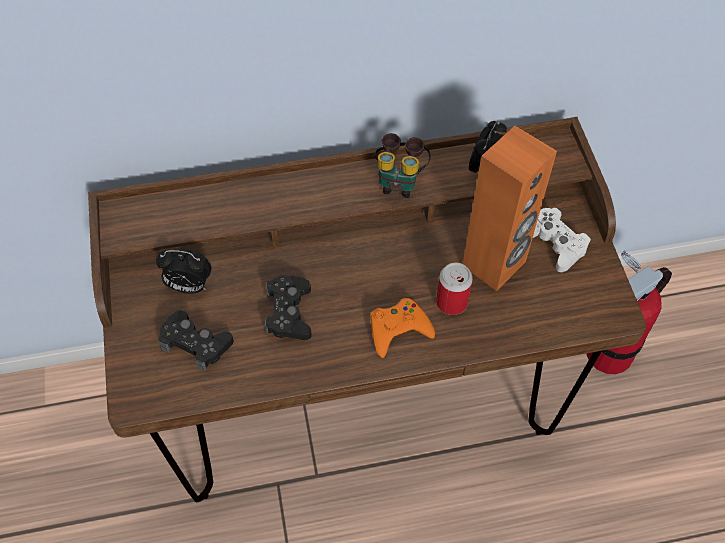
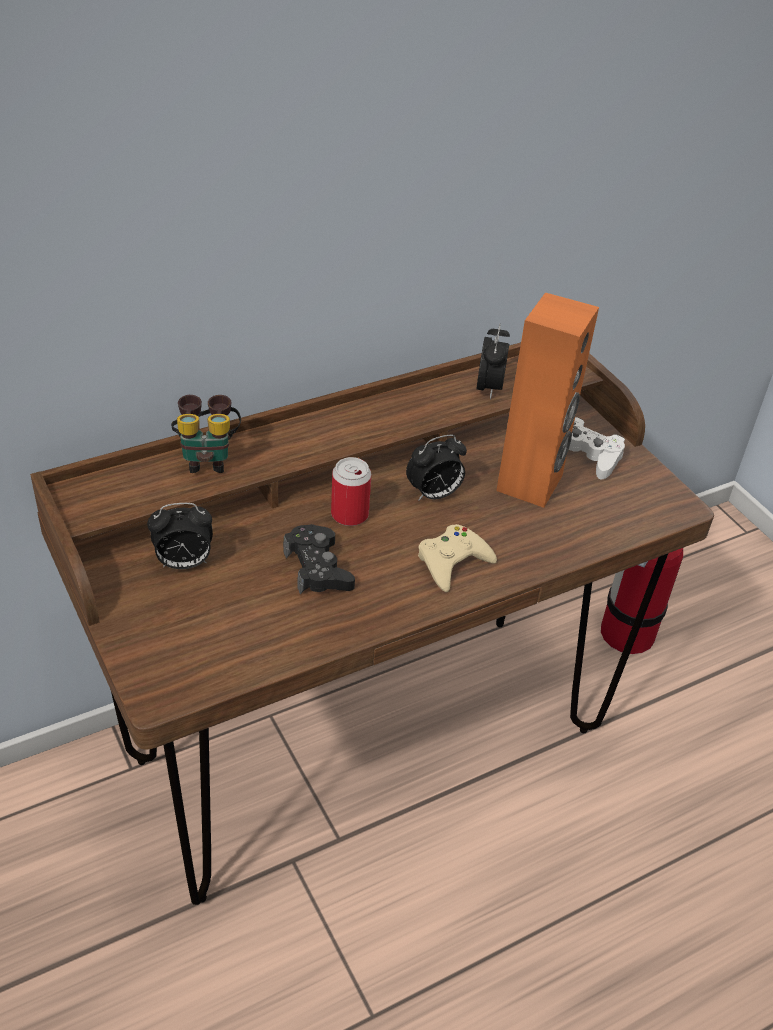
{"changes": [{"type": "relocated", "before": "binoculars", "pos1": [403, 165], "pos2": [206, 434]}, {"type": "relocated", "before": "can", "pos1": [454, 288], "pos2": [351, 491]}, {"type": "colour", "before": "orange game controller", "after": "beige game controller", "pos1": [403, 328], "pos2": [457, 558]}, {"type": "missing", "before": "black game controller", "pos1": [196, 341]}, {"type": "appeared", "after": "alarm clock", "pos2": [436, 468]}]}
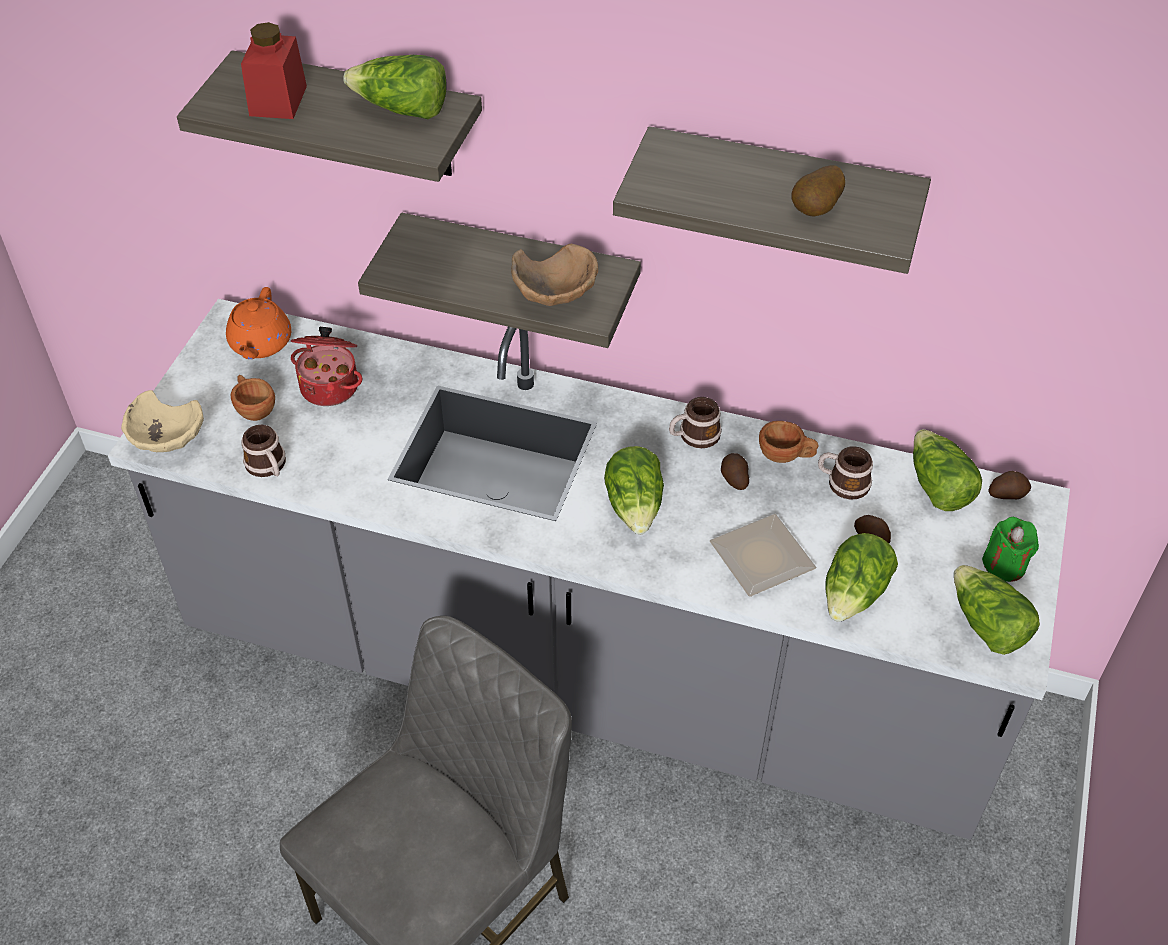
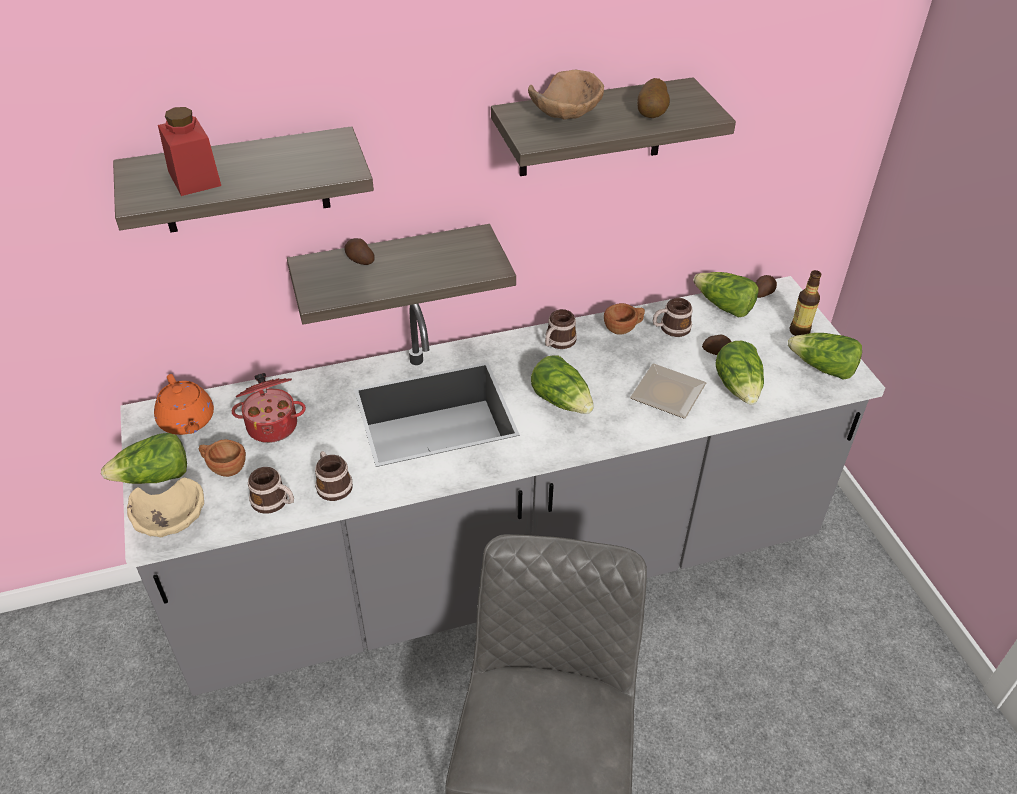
{"changes": [{"type": "relocated", "before": "lettuce", "pos1": [395, 87], "pos2": [144, 458]}, {"type": "relocated", "before": "brown bowl", "pos1": [554, 275], "pos2": [566, 95]}, {"type": "relocated", "before": "potato", "pos1": [735, 471], "pos2": [360, 251]}, {"type": "exchanged", "before": "green candle", "after": "bottle", "pos1": [1010, 549], "pos2": [805, 303]}, {"type": "appeared", "after": "mug", "pos2": [334, 476]}]}
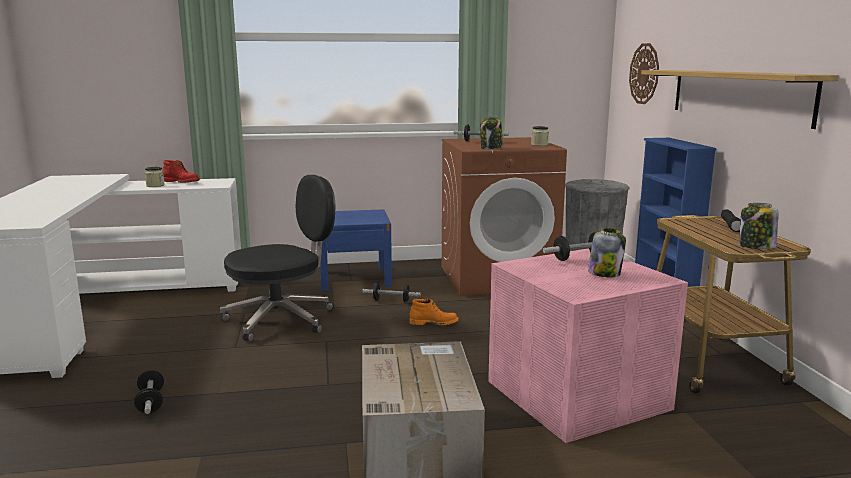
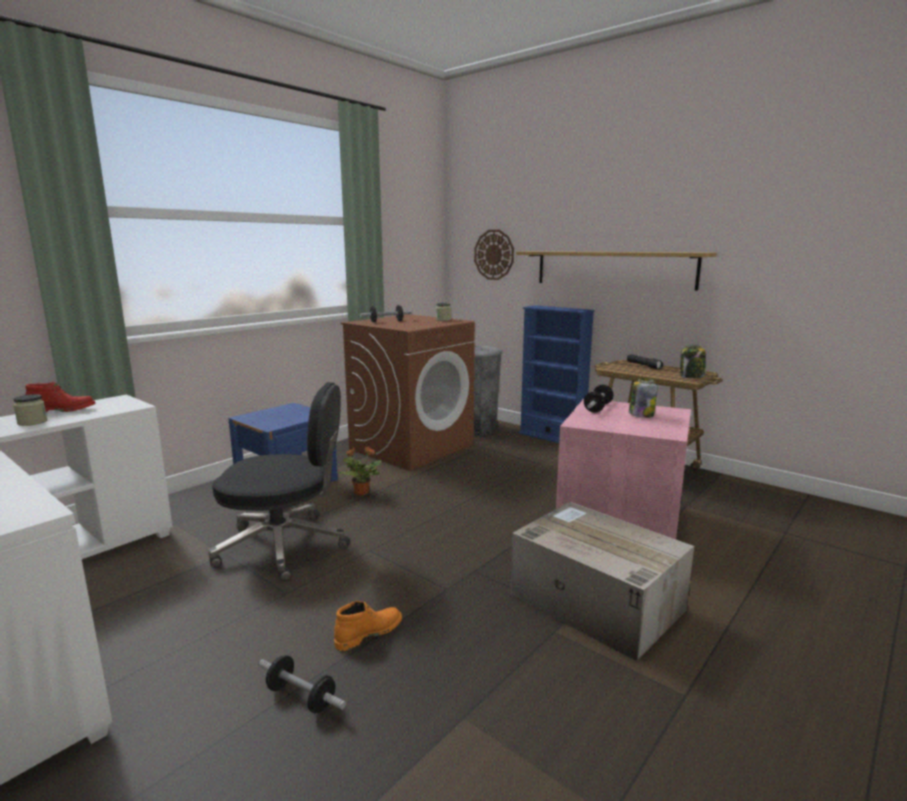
{"changes": [{"type": "missing", "before": "jar", "pos1": [491, 133]}, {"type": "spun", "before": "black office chair", "pos1": [278, 258], "pos2": [279, 481], "turn": 75}, {"type": "exchanged", "before": "dumbbell", "after": "potted plant", "pos1": [391, 293], "pos2": [360, 471]}, {"type": "relocated", "before": "orange boot", "pos1": [434, 312], "pos2": [368, 626]}]}
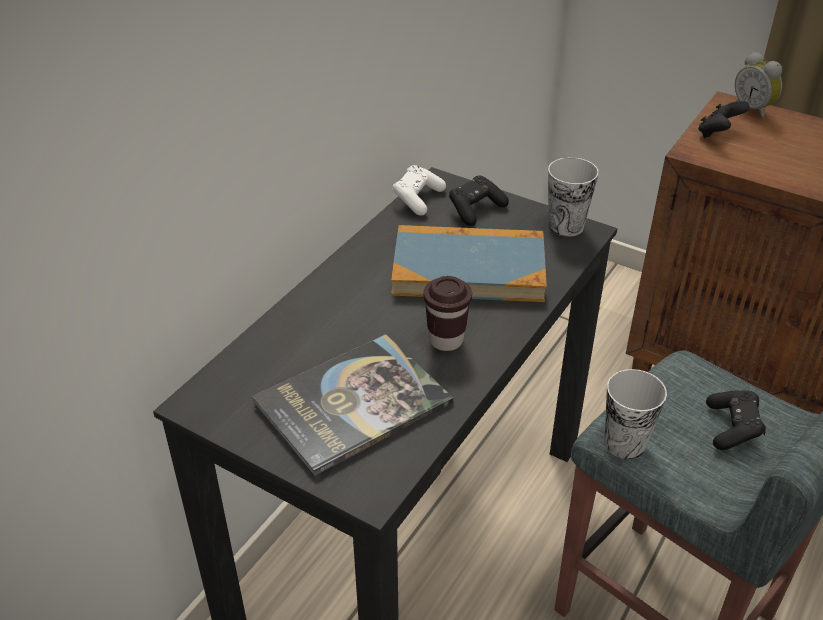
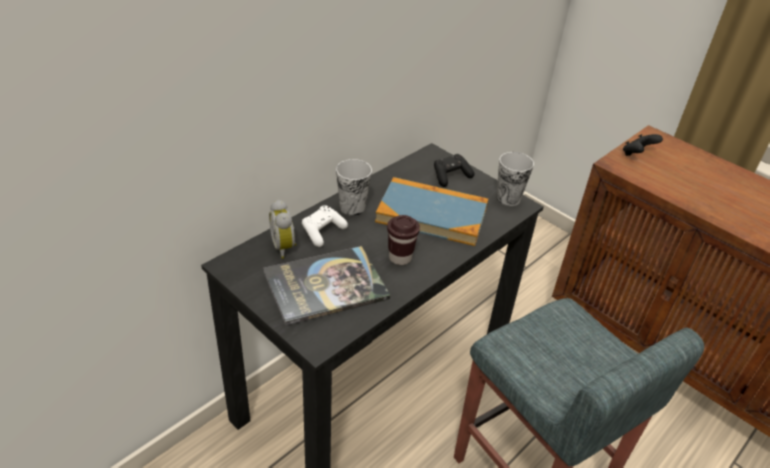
{"changes": [{"type": "relocated", "before": "alarm clock", "pos1": [758, 85], "pos2": [283, 229]}, {"type": "relocated", "before": "white game controller", "pos1": [419, 190], "pos2": [325, 226]}, {"type": "relocated", "before": "cup", "pos1": [635, 414], "pos2": [354, 187]}, {"type": "missing", "before": "black game controller", "pos1": [736, 420]}]}
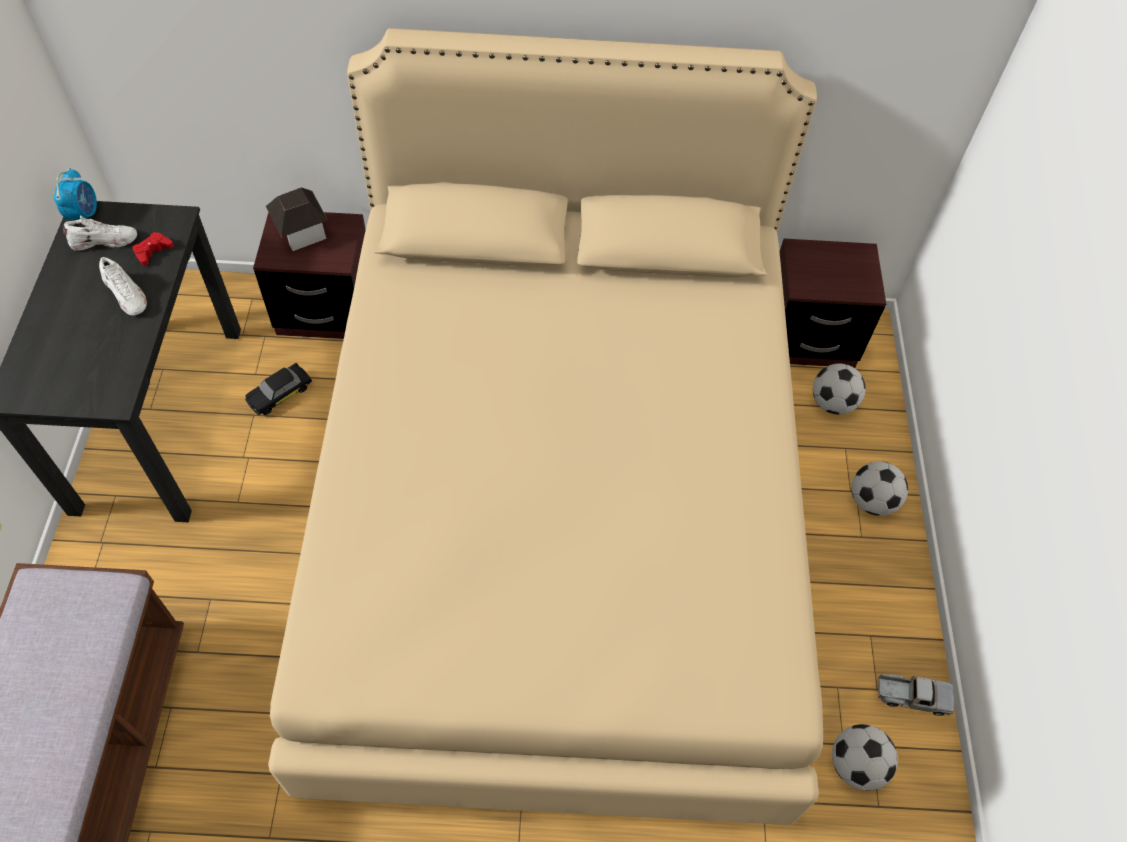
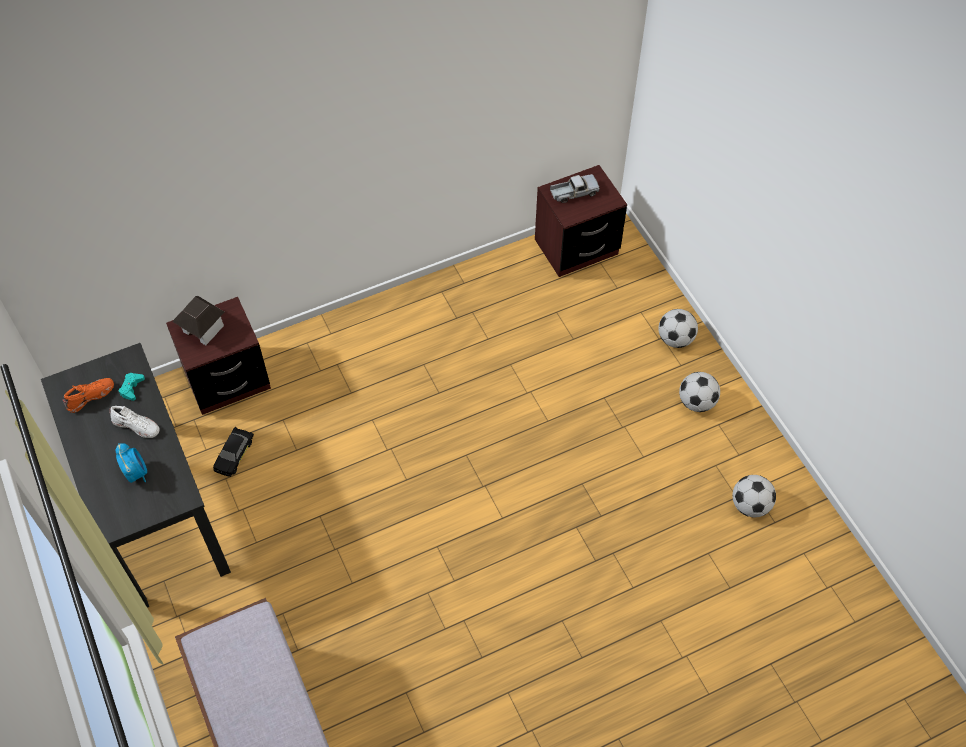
{"changes": [{"type": "missing", "before": "beige bed", "pos1": [545, 426]}, {"type": "relocated", "before": "alarm clock", "pos1": [75, 194], "pos2": [131, 463]}, {"type": "colour", "before": "white shoe", "after": "orange shoe", "pos1": [100, 233], "pos2": [88, 395]}, {"type": "colour", "before": "red game controller", "after": "turquoise game controller", "pos1": [153, 248], "pos2": [132, 387]}, {"type": "relocated", "before": "football", "pos1": [839, 388], "pos2": [699, 392]}, {"type": "relocated", "before": "toy truck", "pos1": [915, 695], "pos2": [575, 188]}]}
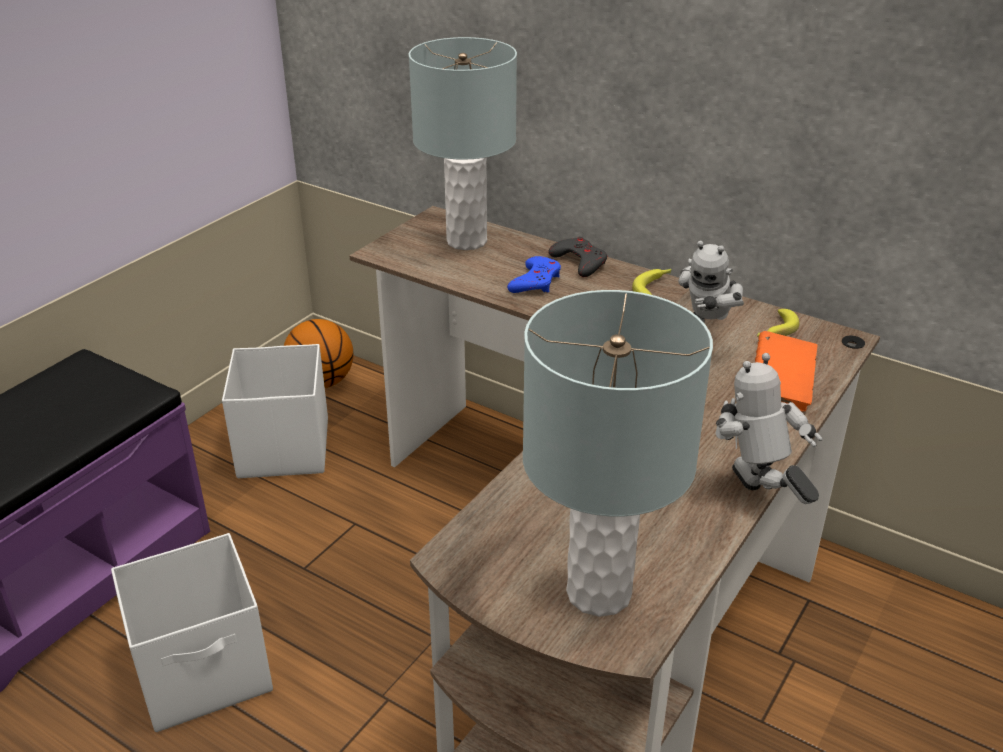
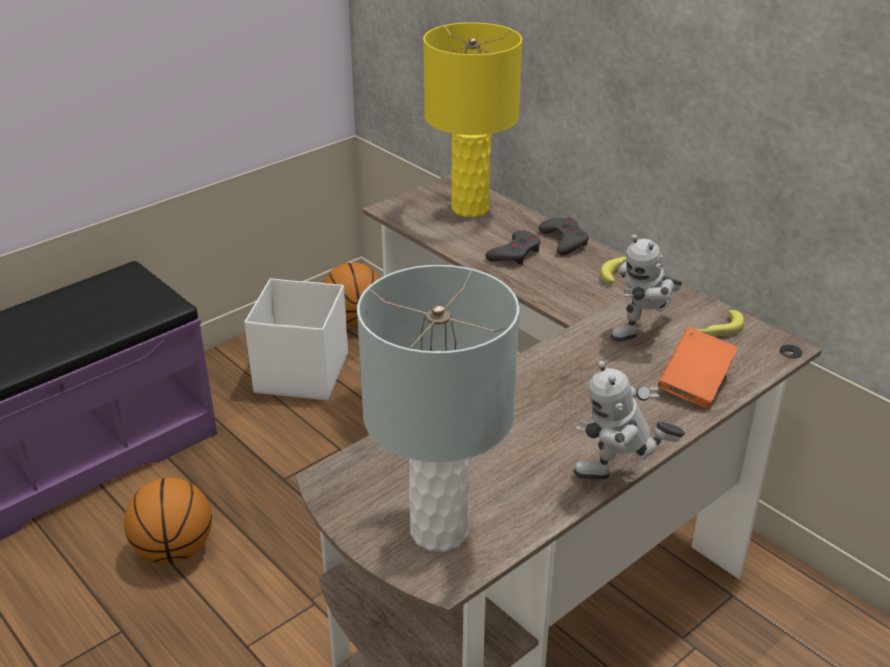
{"changes": [{"type": "colour", "before": "grey table lamp", "after": "yellow table lamp", "pos1": [463, 143], "pos2": [472, 119]}, {"type": "colour", "before": "blue game controller", "after": "grey game controller", "pos1": [534, 274], "pos2": [513, 247]}, {"type": "spun", "before": "toy robot", "pos1": [769, 428], "pos2": [629, 420], "turn": -90}, {"type": "exchanged", "before": "white storage box", "after": "basketball", "pos1": [192, 632], "pos2": [168, 520]}]}
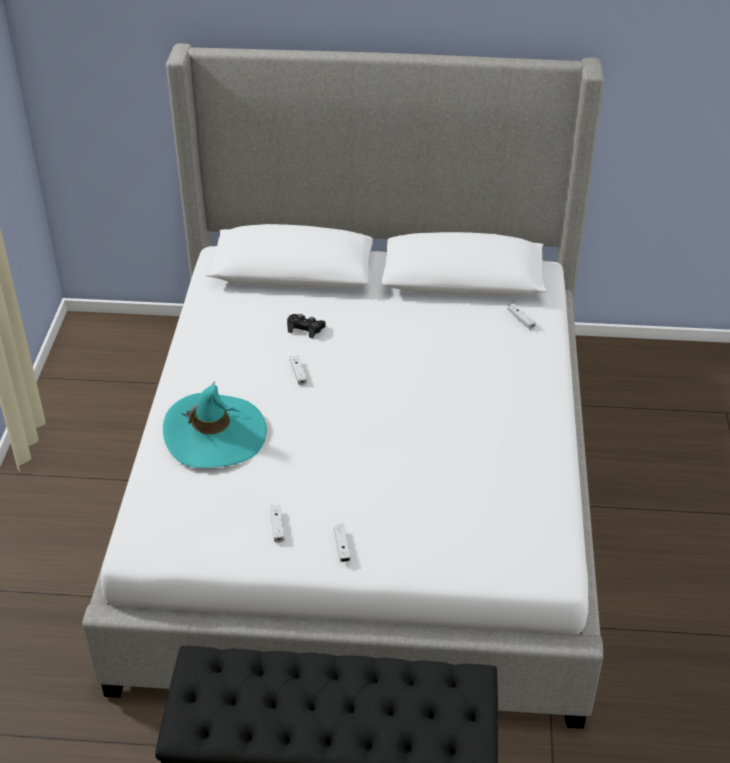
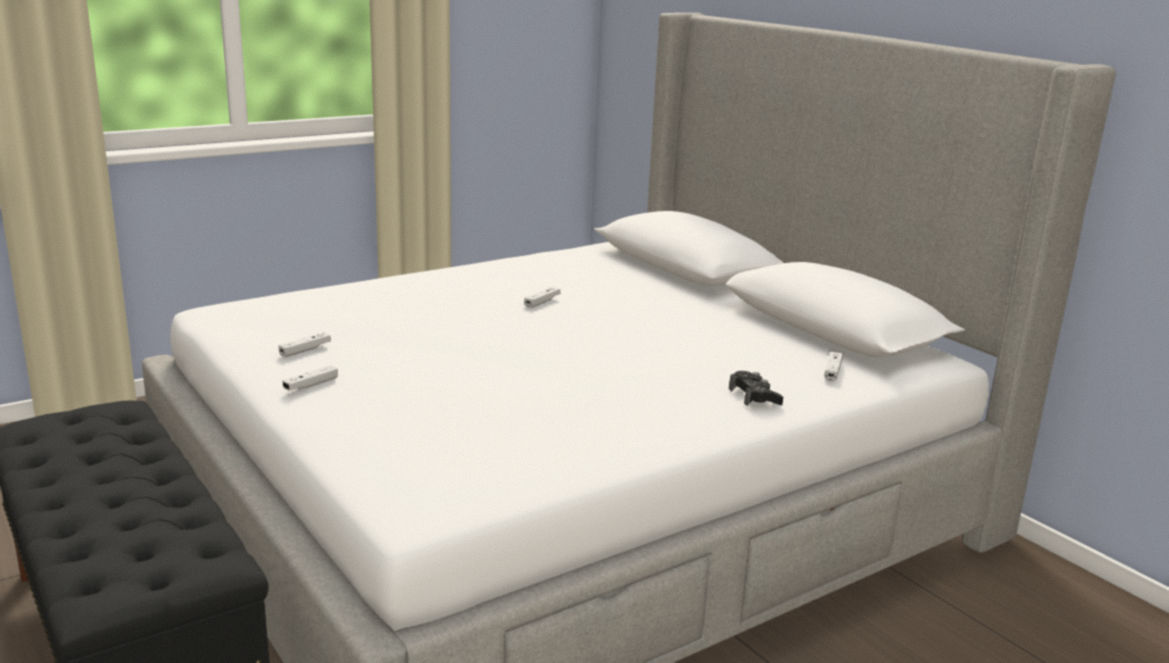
{"changes": [{"type": "relocated", "before": "black game controller", "pos1": [306, 326], "pos2": [756, 388]}, {"type": "missing", "before": "turquoise hat", "pos1": [215, 424]}]}
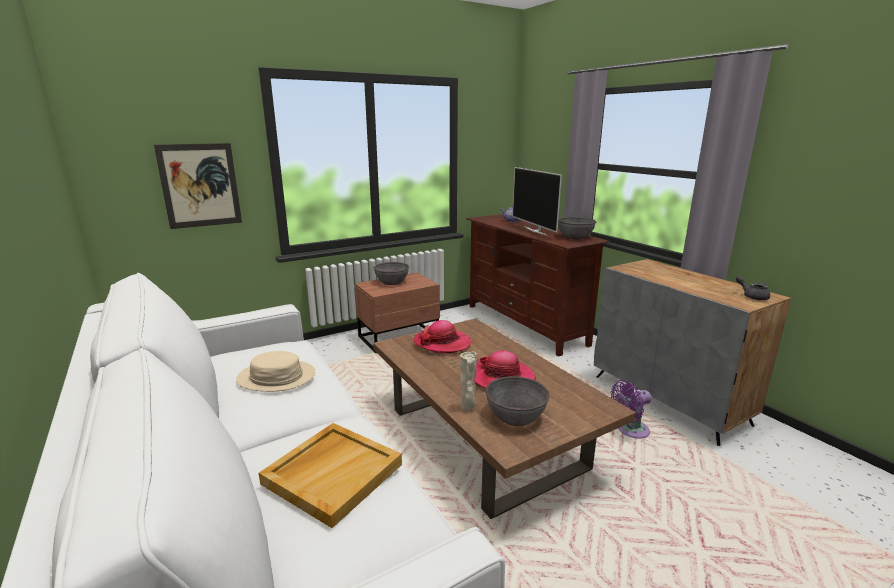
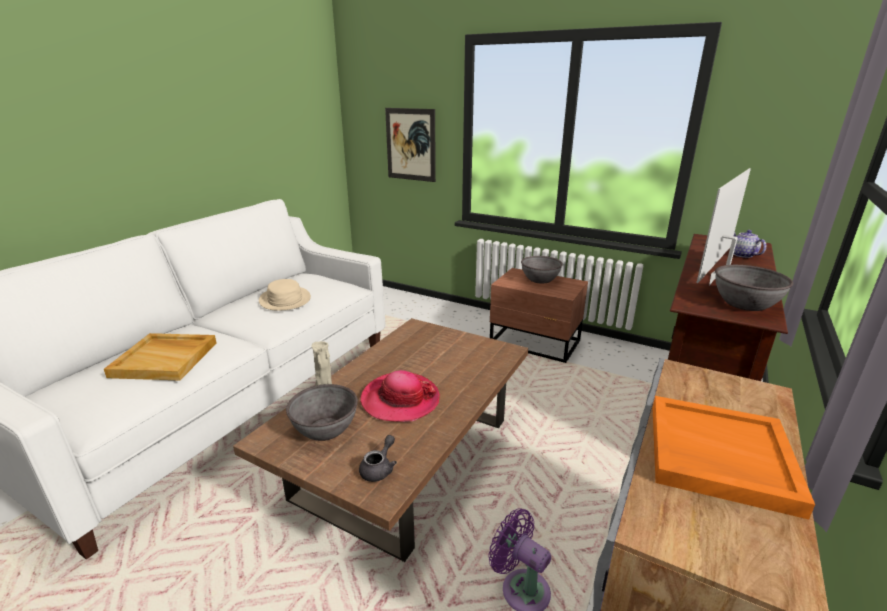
{"changes": [{"type": "relocated", "before": "grey teapot", "pos1": [753, 288], "pos2": [378, 458]}, {"type": "missing", "before": "hat", "pos1": [443, 337]}, {"type": "appeared", "after": "orange tray", "pos2": [734, 457]}]}
